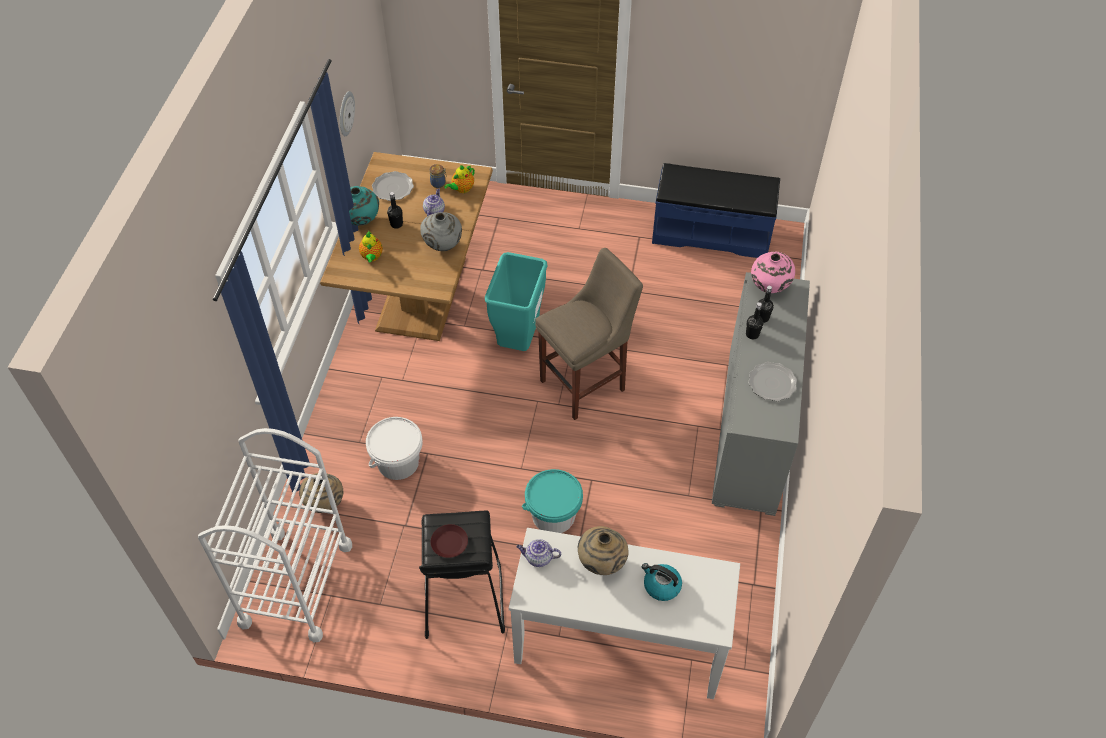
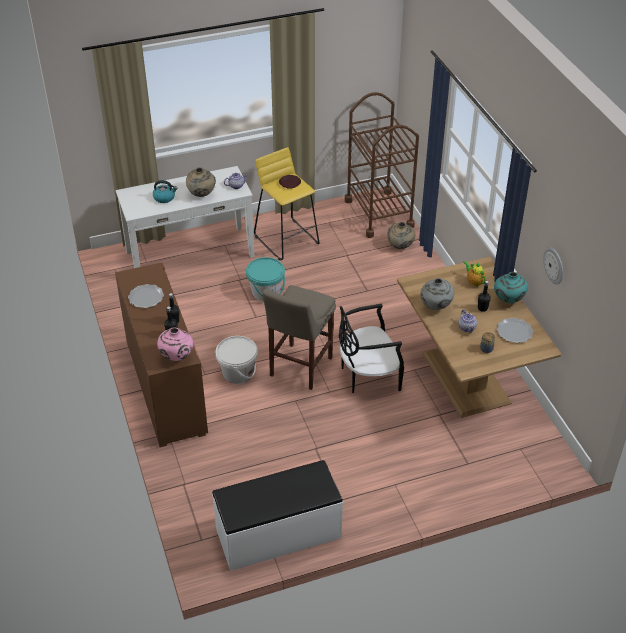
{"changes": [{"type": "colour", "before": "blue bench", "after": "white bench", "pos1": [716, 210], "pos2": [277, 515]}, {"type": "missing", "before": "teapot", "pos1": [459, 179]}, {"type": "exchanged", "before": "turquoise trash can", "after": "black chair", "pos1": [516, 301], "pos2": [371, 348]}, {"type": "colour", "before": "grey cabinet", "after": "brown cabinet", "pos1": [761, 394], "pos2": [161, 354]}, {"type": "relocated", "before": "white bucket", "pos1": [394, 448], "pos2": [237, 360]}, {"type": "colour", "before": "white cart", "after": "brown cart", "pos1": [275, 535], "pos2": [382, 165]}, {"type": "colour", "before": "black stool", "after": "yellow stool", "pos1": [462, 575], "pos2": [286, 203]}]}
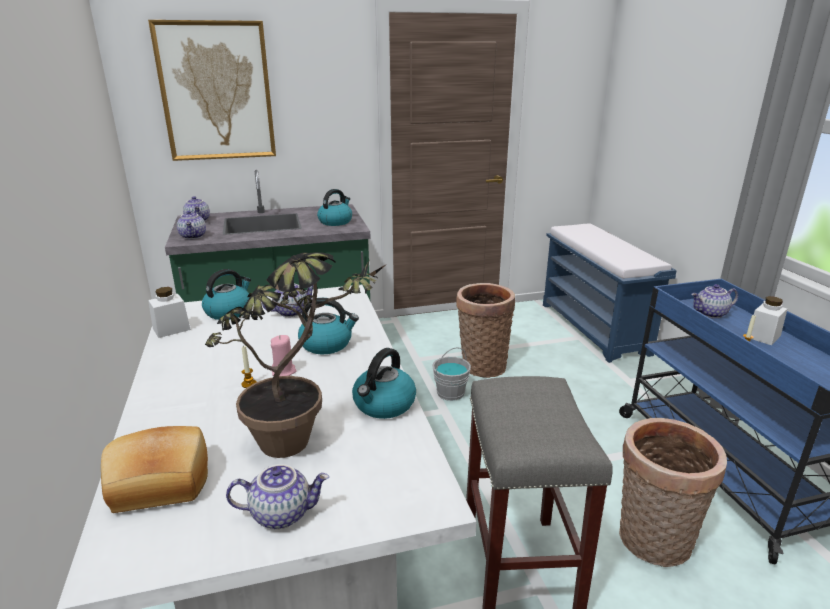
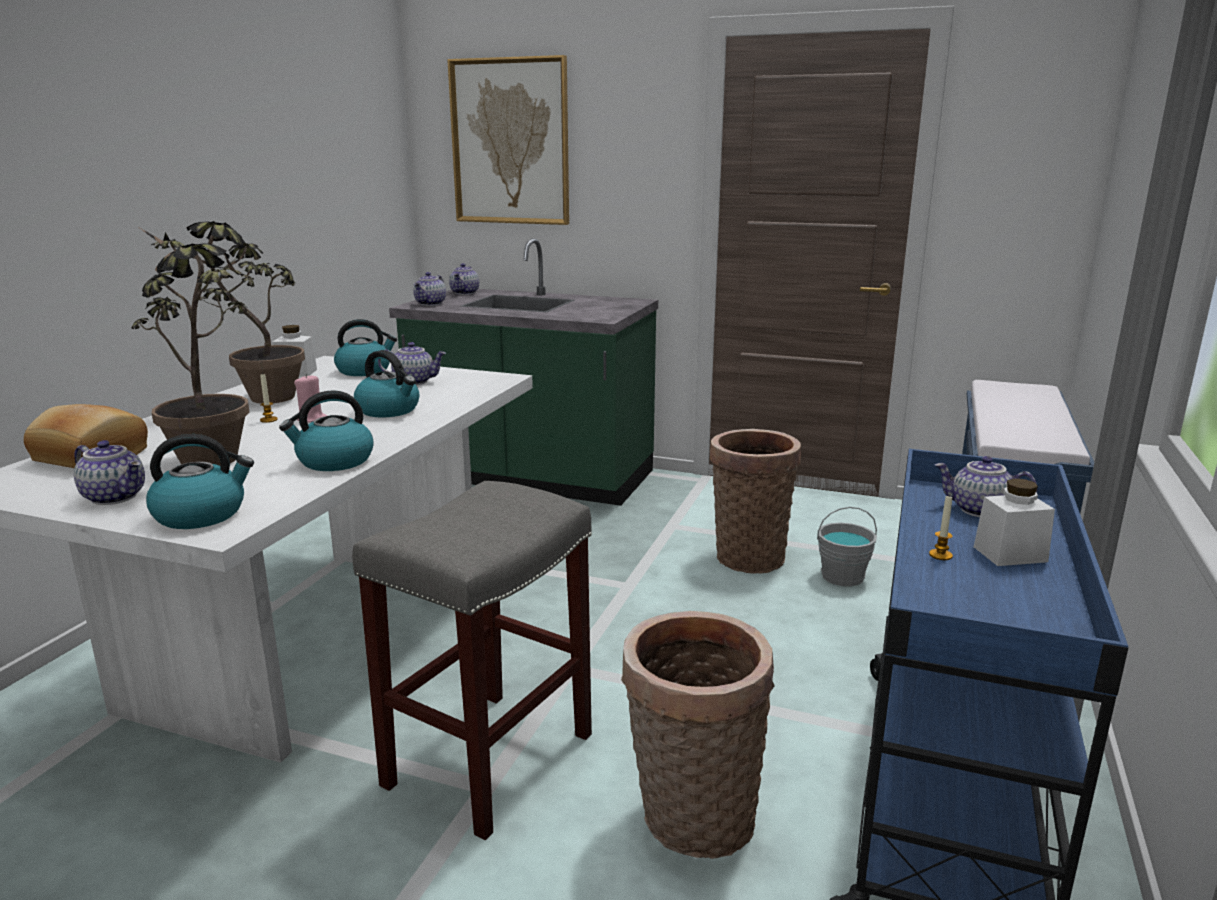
{"changes": [{"type": "relocated", "before": "kettle", "pos1": [334, 207], "pos2": [200, 481]}, {"type": "relocated", "before": "grey bucket", "pos1": [451, 374], "pos2": [847, 546]}, {"type": "appeared", "after": "potted plant", "pos2": [221, 312]}]}
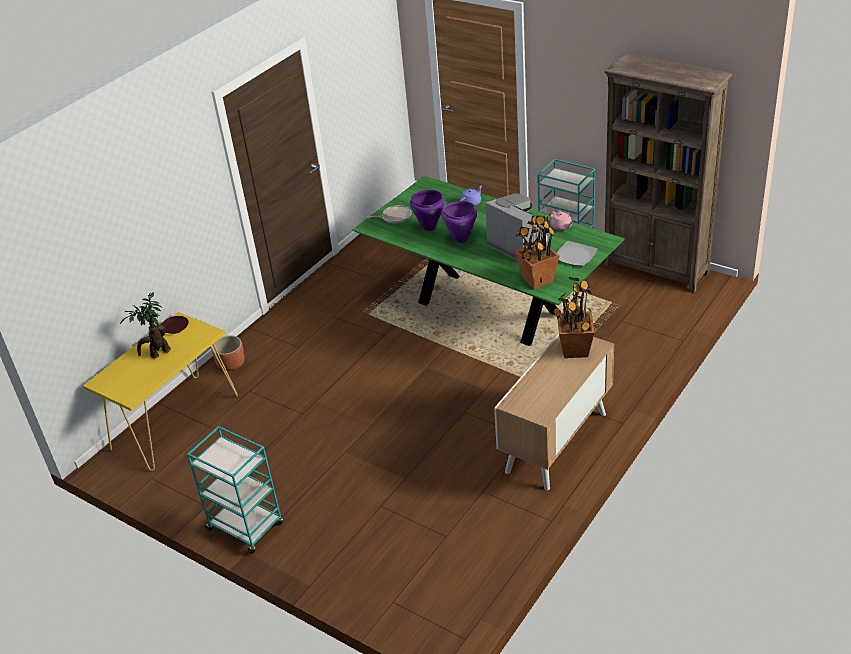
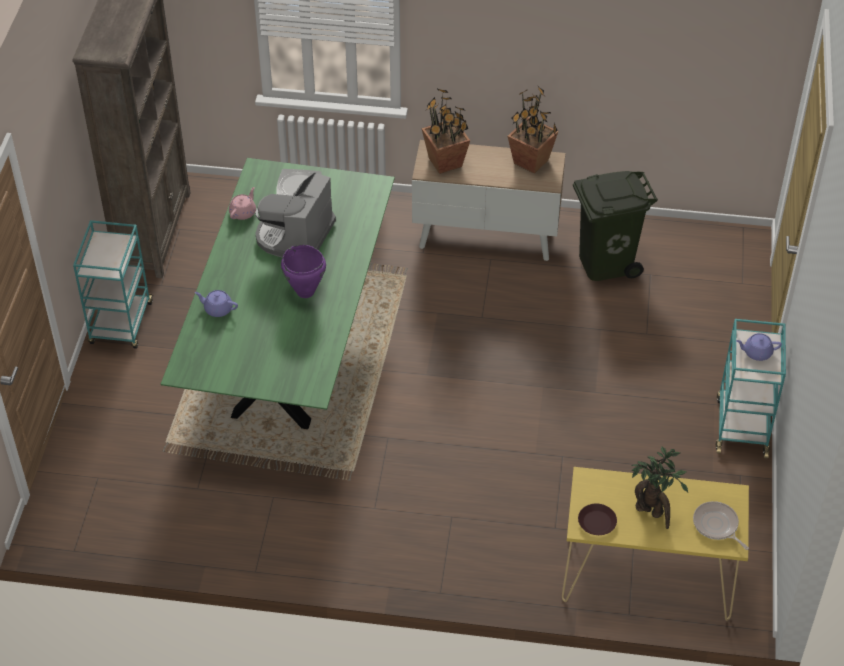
{"changes": [{"type": "missing", "before": "purple cooking pot", "pos1": [427, 210]}, {"type": "relocated", "before": "frying pan", "pos1": [389, 214], "pos2": [721, 525]}, {"type": "relocated", "before": "potted plant", "pos1": [537, 249], "pos2": [533, 130]}, {"type": "missing", "before": "brown planter", "pos1": [228, 353]}, {"type": "appeared", "after": "green trash can", "pos2": [615, 226]}, {"type": "appeared", "after": "purple teapot", "pos2": [759, 347]}]}
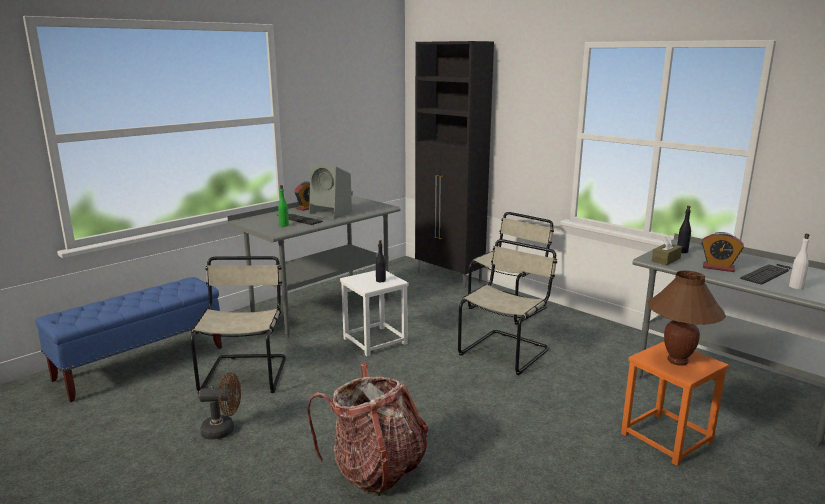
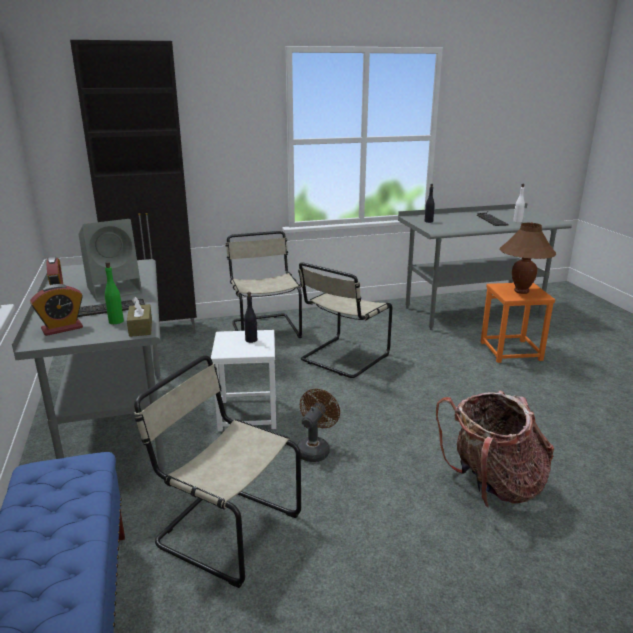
{"changes": [{"type": "relocated", "before": "alarm clock", "pos1": [723, 252], "pos2": [56, 310]}, {"type": "relocated", "before": "brown tissue box", "pos1": [667, 250], "pos2": [139, 317]}, {"type": "spun", "before": "beige chair", "pos1": [507, 307], "pos2": [345, 320], "turn": -120}, {"type": "relocated", "before": "brown fan", "pos1": [219, 405], "pos2": [318, 425]}]}
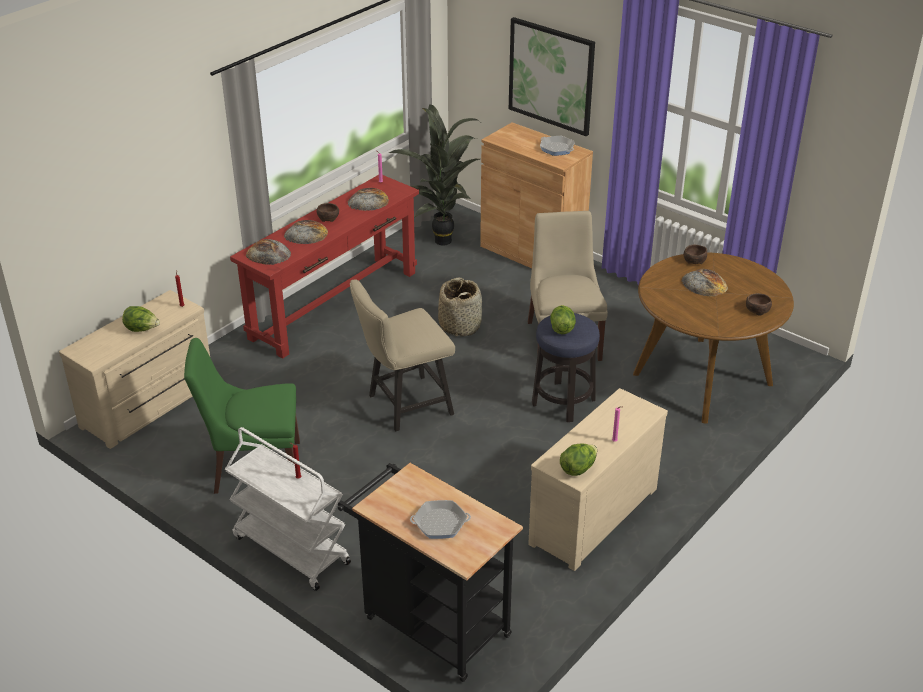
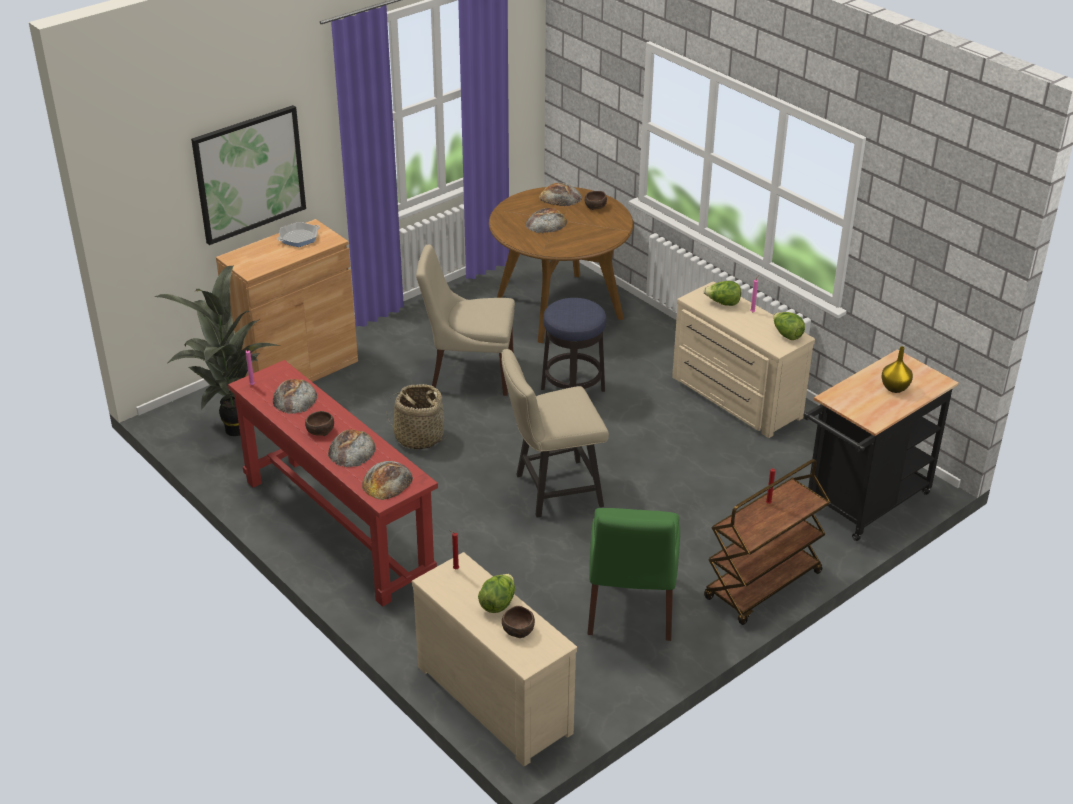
{"changes": [{"type": "relocated", "before": "brown bowl", "pos1": [695, 254], "pos2": [518, 622]}, {"type": "spun", "before": "beige chair", "pos1": [402, 355], "pos2": [555, 433], "turn": 90}, {"type": "relocated", "before": "lettuce", "pos1": [563, 319], "pos2": [722, 293]}, {"type": "colour", "before": "white cart", "after": "brown cart", "pos1": [288, 509], "pos2": [767, 542]}, {"type": "exchanged", "before": "frying pan", "after": "yellow vase", "pos1": [440, 519], "pos2": [897, 369]}, {"type": "appeared", "after": "bread", "pos2": [560, 194]}]}
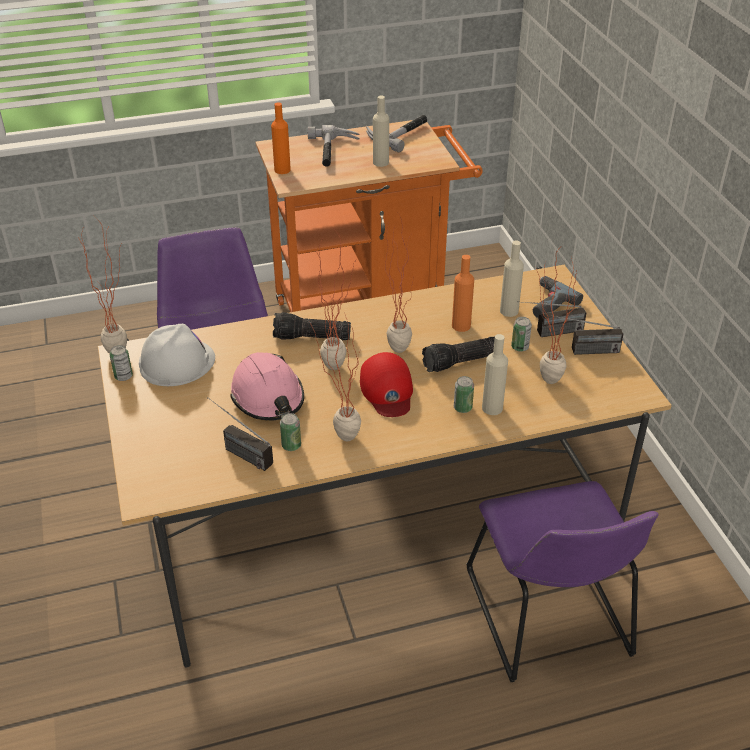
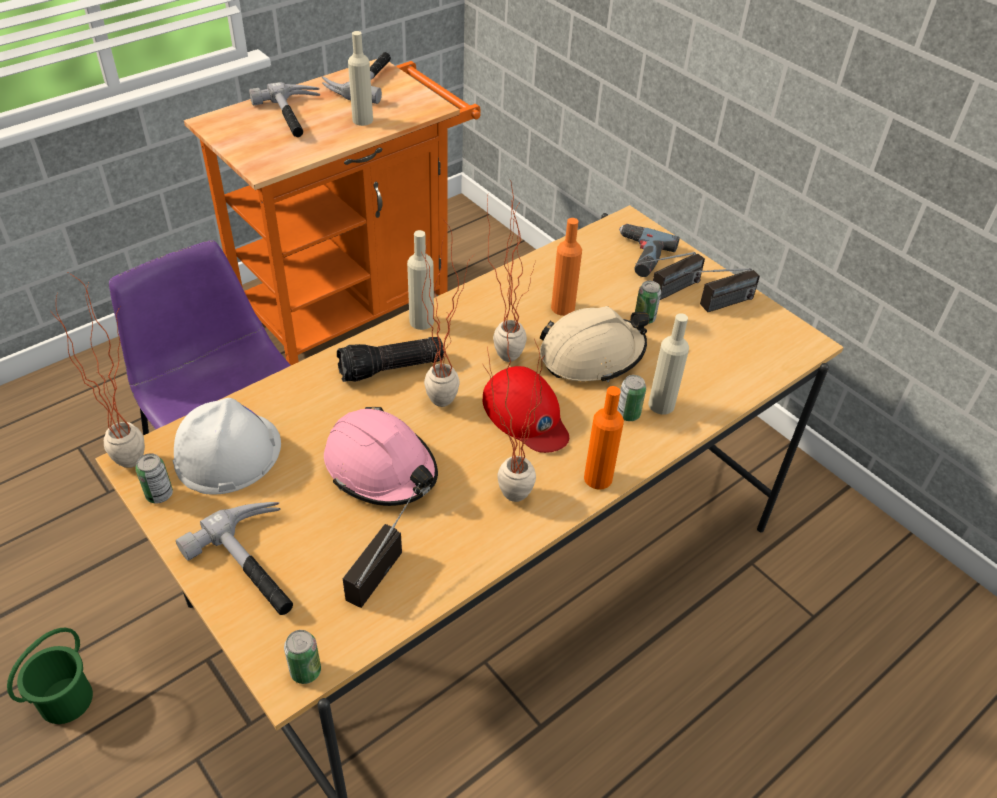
{"changes": [{"type": "relocated", "before": "orange bottle", "pos1": [281, 138], "pos2": [604, 438]}, {"type": "relocated", "before": "beige bottle", "pos1": [512, 279], "pos2": [420, 280]}, {"type": "missing", "before": "potted plant", "pos1": [556, 316]}, {"type": "exchanged", "before": "flashlight", "after": "beige hard hat", "pos1": [458, 354], "pos2": [595, 344]}, {"type": "spun", "before": "radio", "pos1": [240, 434], "pos2": [381, 545], "turn": 105}, {"type": "relocated", "before": "can", "pos1": [290, 432], "pos2": [302, 657]}, {"type": "missing", "before": "purple chair", "pos1": [563, 581]}, {"type": "appeared", "after": "hammer", "pos2": [234, 558]}, {"type": "appeared", "after": "green bucket", "pos2": [50, 676]}]}
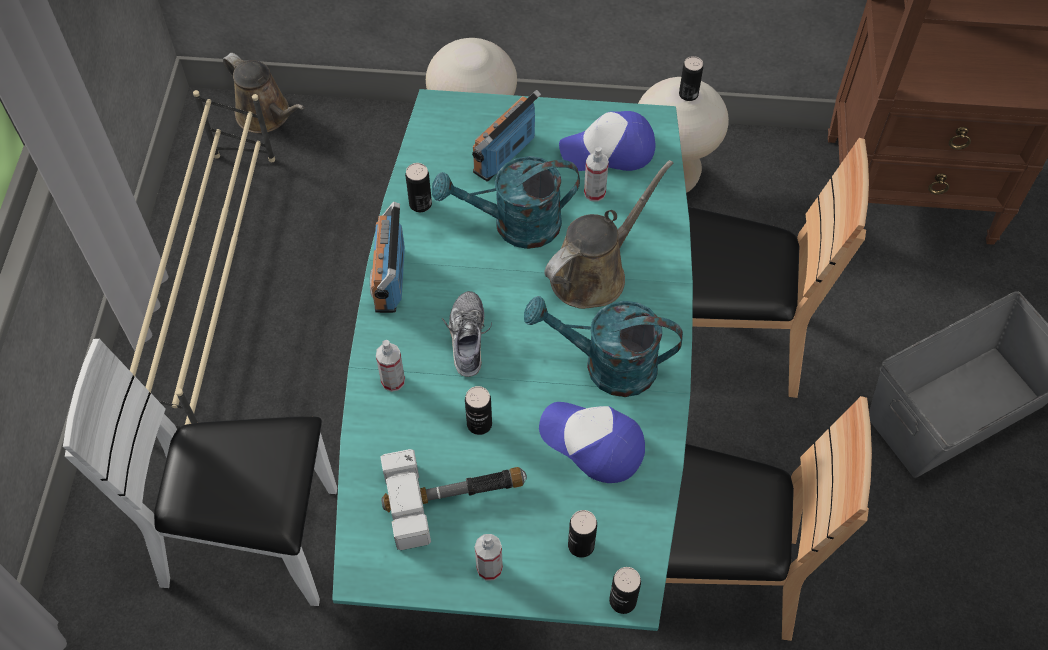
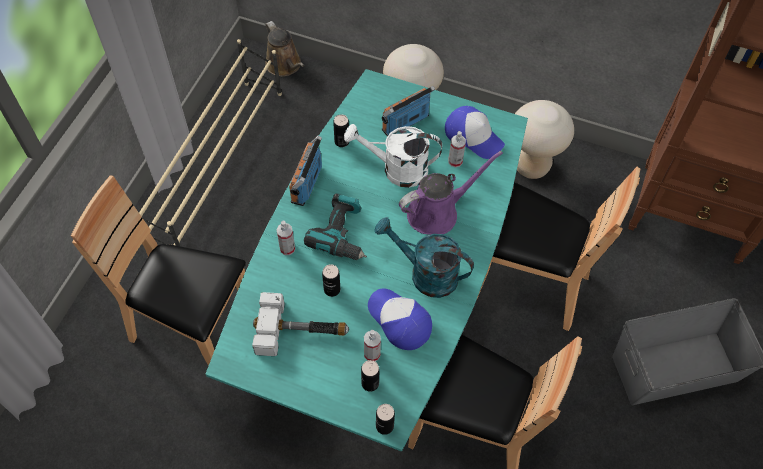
{"changes": [{"type": "missing", "before": "can", "pos1": [691, 78]}, {"type": "spun", "before": "cap", "pos1": [607, 141], "pos2": [475, 132], "turn": -150}, {"type": "colour", "before": "turquoise watering can", "after": "white watering can", "pos1": [506, 202], "pos2": [393, 156]}, {"type": "colour", "before": "brown watering can", "after": "purple watering can", "pos1": [608, 234], "pos2": [451, 193]}, {"type": "exchanged", "before": "shoe", "after": "power drill", "pos1": [467, 334], "pos2": [335, 227]}, {"type": "colour", "before": "white chair", "after": "brown chair", "pos1": [200, 472], "pos2": [158, 270]}, {"type": "relocated", "before": "spray bottle", "pos1": [489, 557], "pos2": [372, 345]}]}
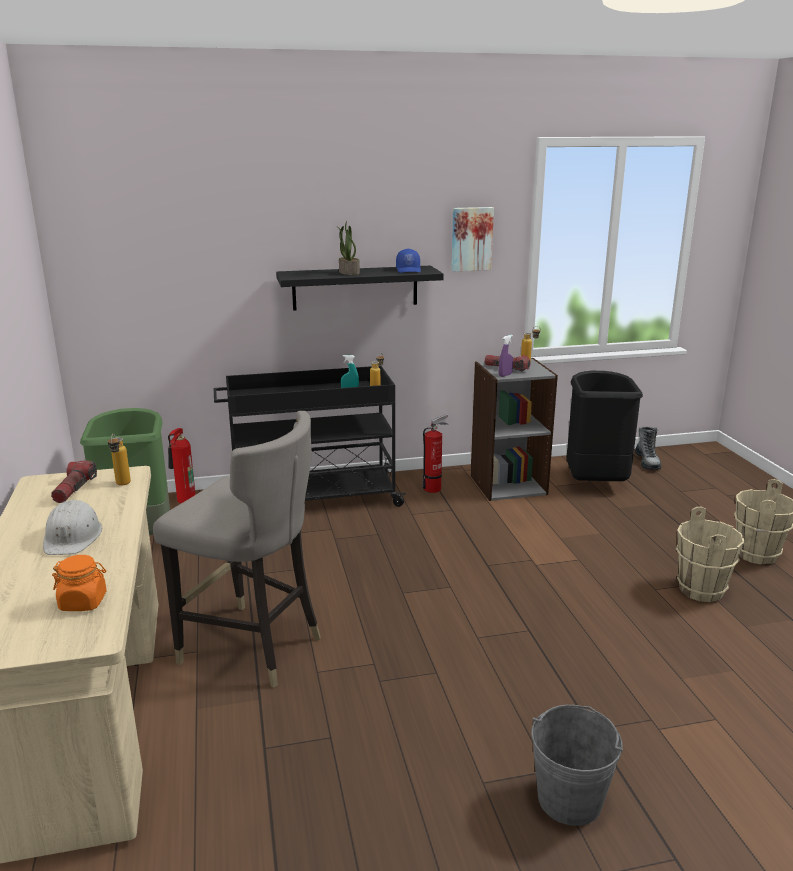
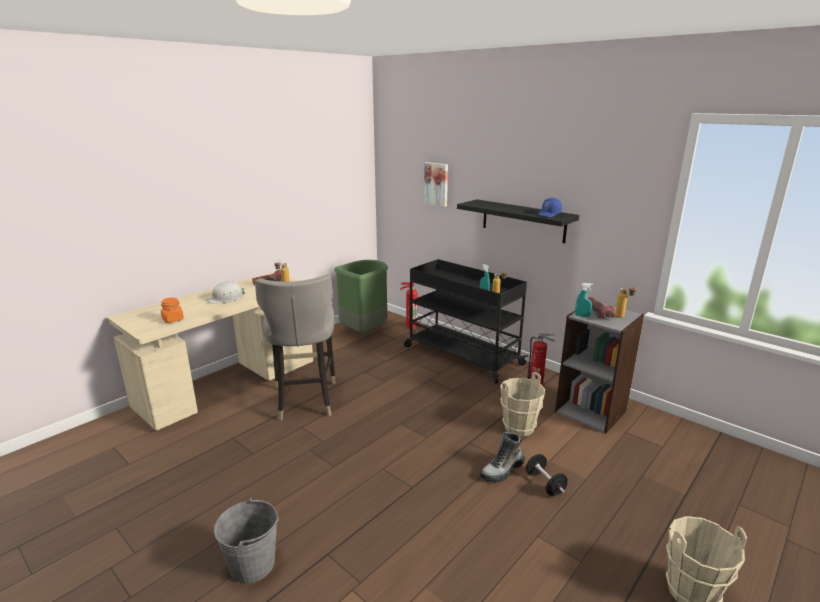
{"changes": [{"type": "relocated", "before": "picture", "pos1": [472, 239], "pos2": [436, 184]}, {"type": "missing", "before": "potted plant", "pos1": [348, 248]}, {"type": "colour", "before": "purple spray bottle", "after": "turquoise spray bottle", "pos1": [506, 356], "pos2": [584, 300]}, {"type": "missing", "before": "black trash can", "pos1": [605, 426]}, {"type": "relocated", "before": "boot", "pos1": [648, 448], "pos2": [502, 457]}, {"type": "relocated", "before": "beige bucket", "pos1": [710, 554], "pos2": [522, 404]}, {"type": "appeared", "after": "black dumbbell", "pos2": [547, 475]}]}
